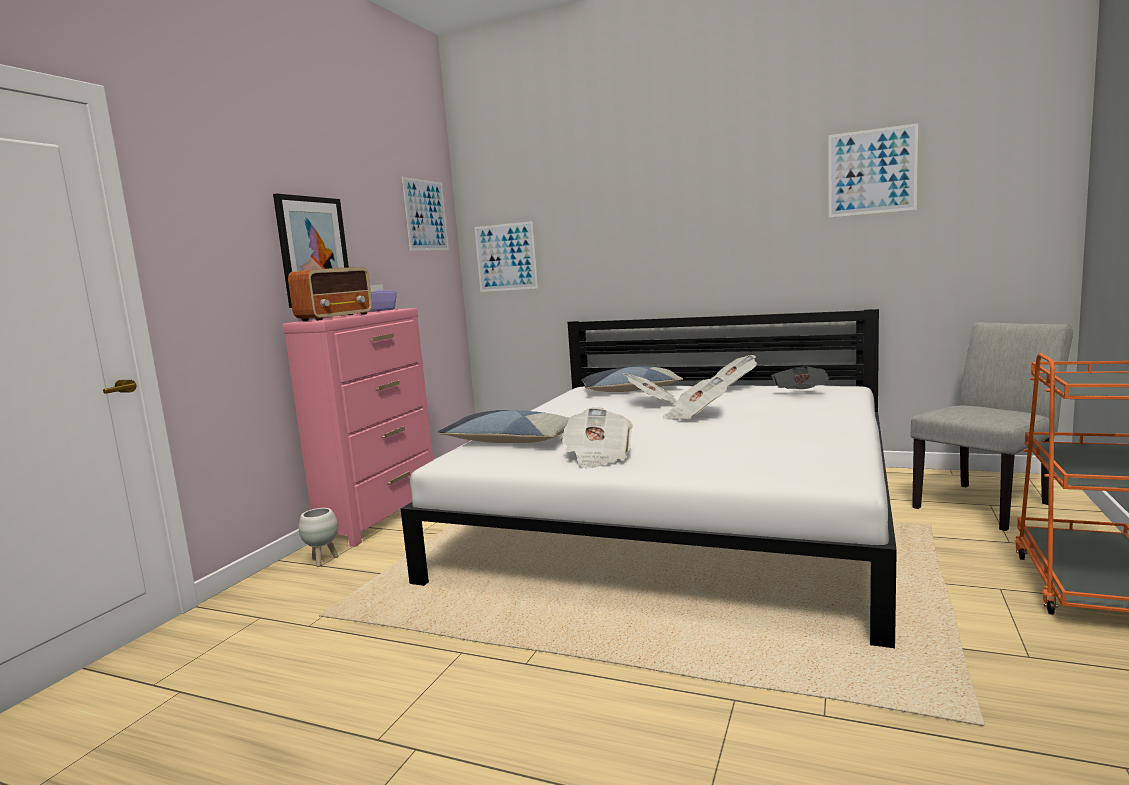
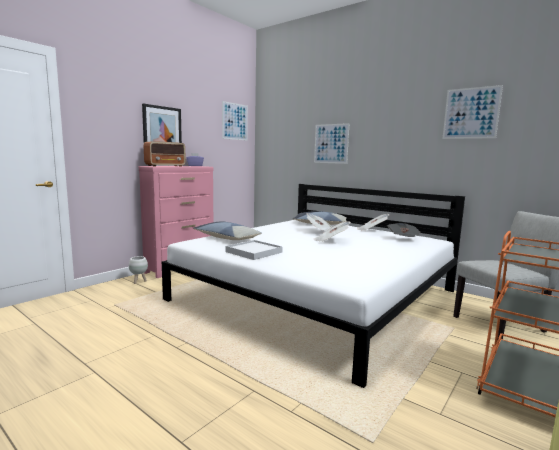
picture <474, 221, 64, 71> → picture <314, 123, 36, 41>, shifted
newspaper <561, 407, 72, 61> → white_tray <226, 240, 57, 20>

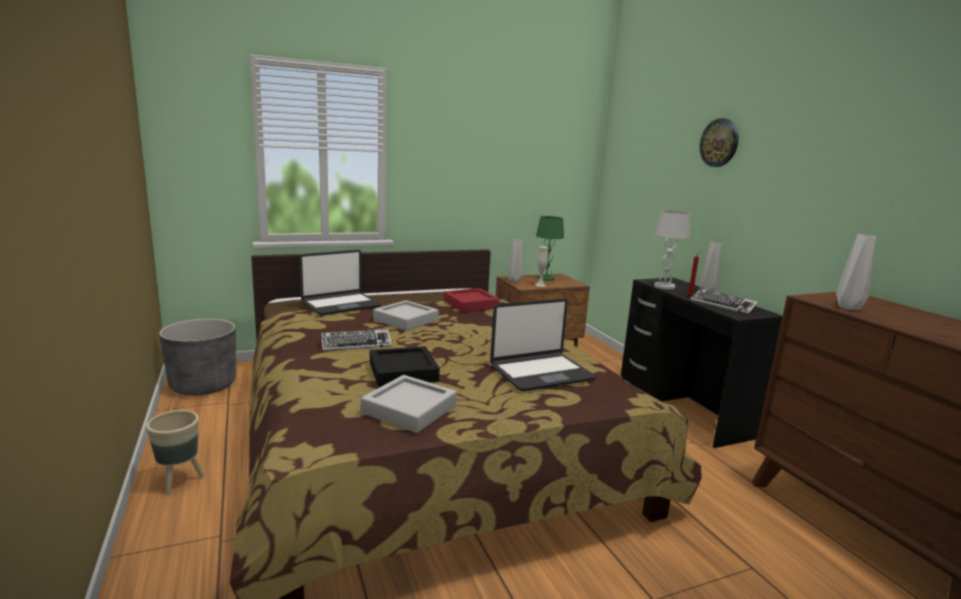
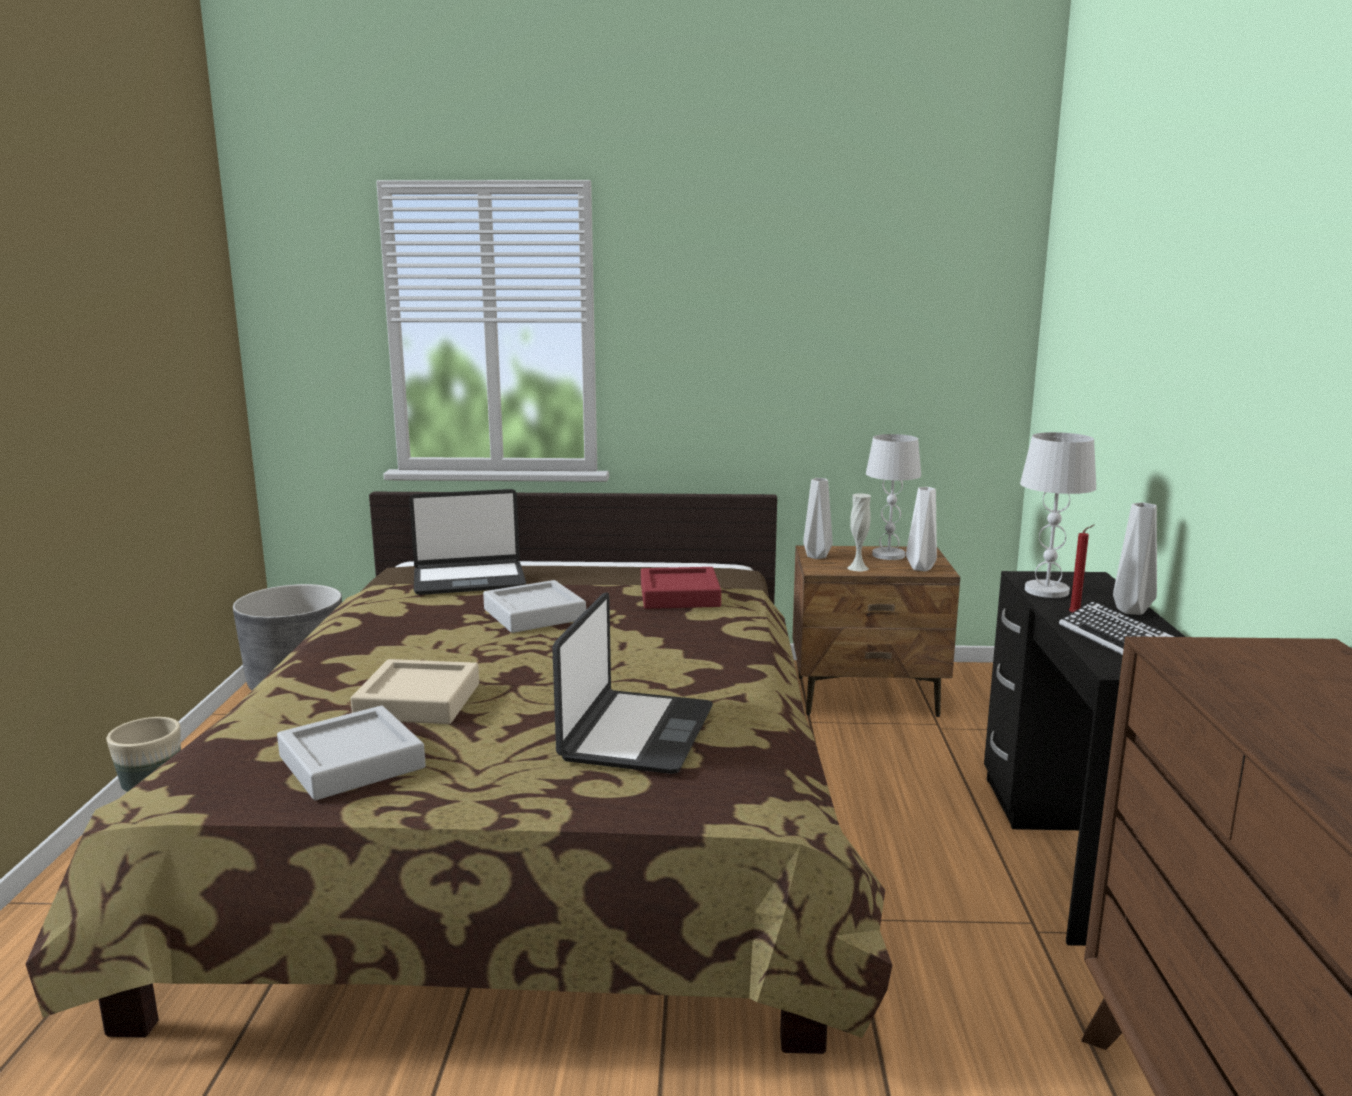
keyboard <321, 329, 71, 22> → -
wall_clock <700, 118, 39, 49> → -
white_vase <836, 234, 40, 76> → white_vase <906, 487, 31, 84>, shifted
black_tray <370, 346, 70, 41> → beige_tray <351, 659, 128, 65>
green_table_lamp <536, 216, 28, 65> → white_table_lamp <866, 434, 55, 126>
laptop <490, 298, 106, 93> → laptop <552, 592, 161, 182>, 75 degrees counterclockwise

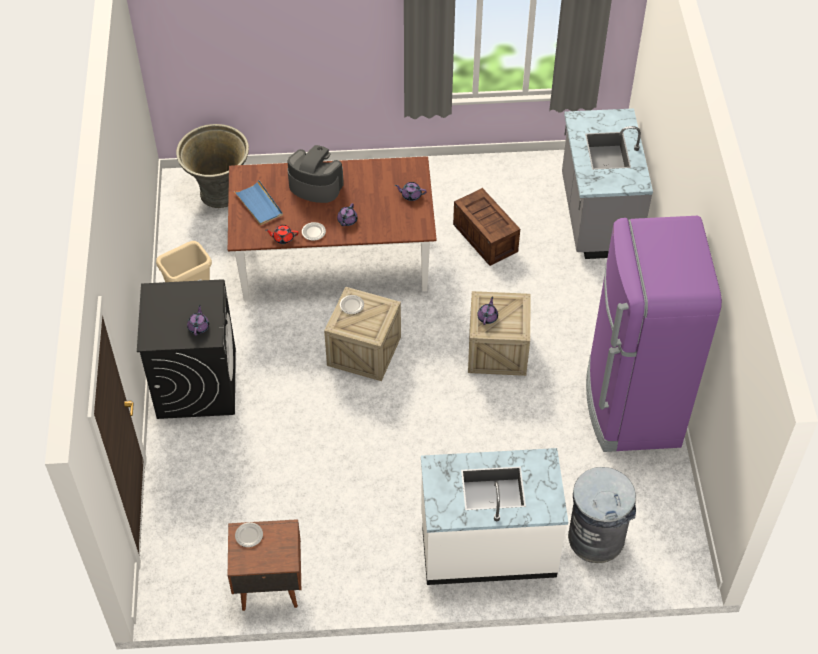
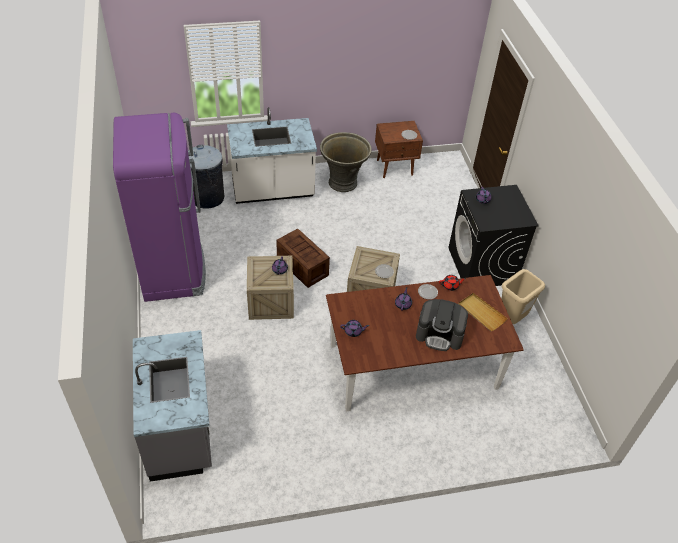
grey_planter <176, 124, 73, 84> → grey_planter <320, 132, 52, 60>, shifted
crate <453, 188, 67, 78> → crate <276, 229, 54, 59>, shifted
blue_tray <235, 180, 48, 45> → beige_tray <458, 293, 50, 38>

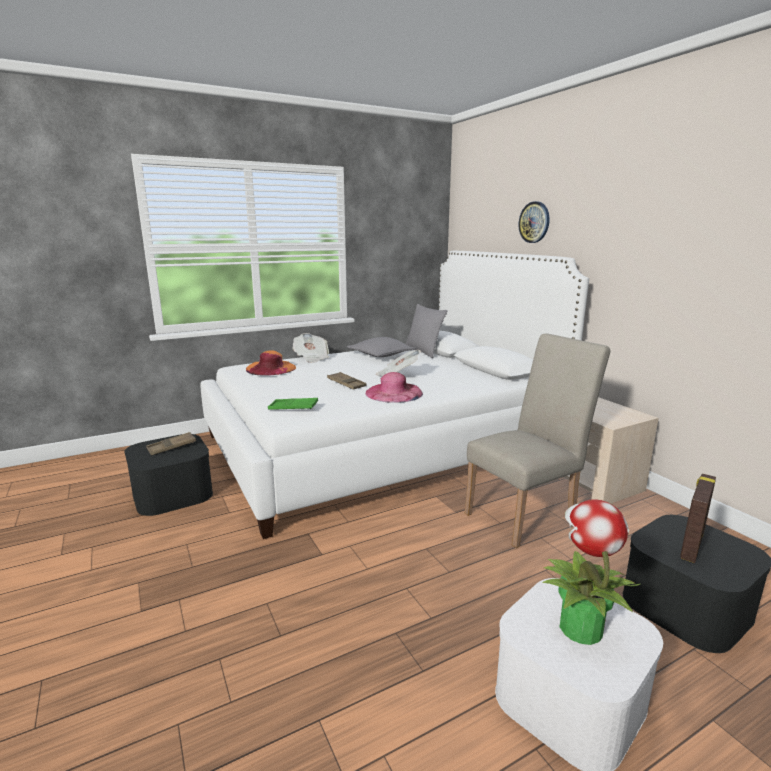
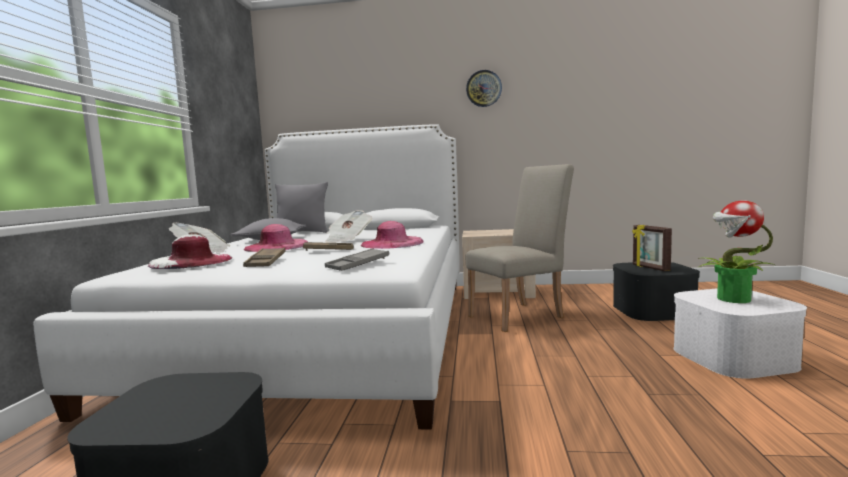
- → pink_hat <243, 224, 65, 28>
brown_tray <146, 432, 50, 23> → brown_tray <243, 248, 42, 19>, shifted
wall_clock <519, 201, 30, 42> → wall_clock <466, 70, 36, 37>, shifted
orange_hat <246, 350, 50, 25> → white_hat <148, 234, 85, 35>
green_tray <268, 398, 50, 12> → grey_tray <325, 248, 64, 23>
beige_chair <465, 333, 145, 215> → beige_chair <466, 164, 108, 168>, 60 degrees clockwise

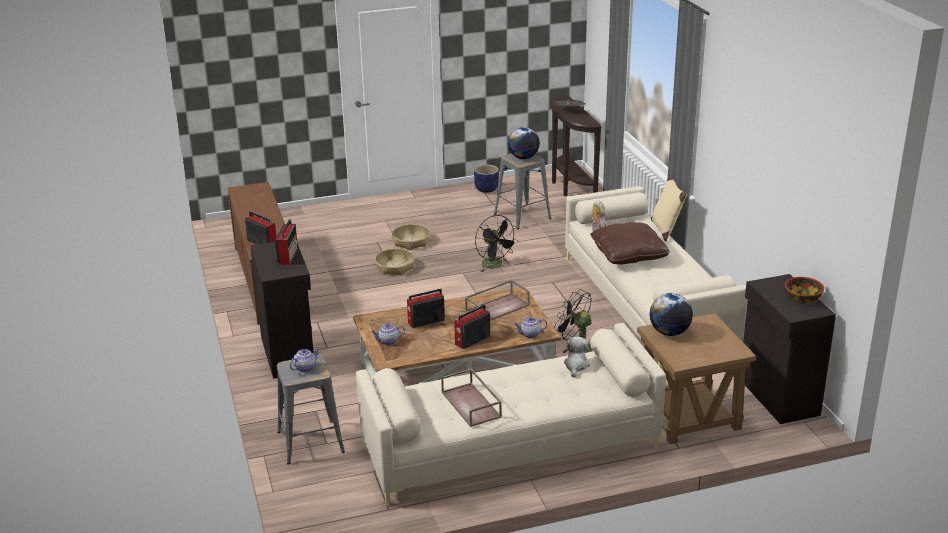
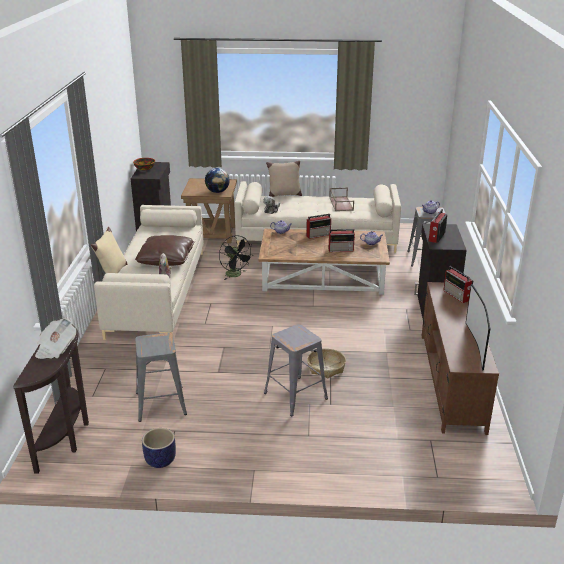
brown_tray <465, 280, 65, 40> → -
black_fan <475, 215, 43, 57> → -
globe <508, 127, 32, 32> → -
- → beige_pillow <266, 161, 36, 36>
- → television <466, 284, 24, 87>
basket <392, 224, 38, 26> → grey_stool <264, 324, 64, 93>

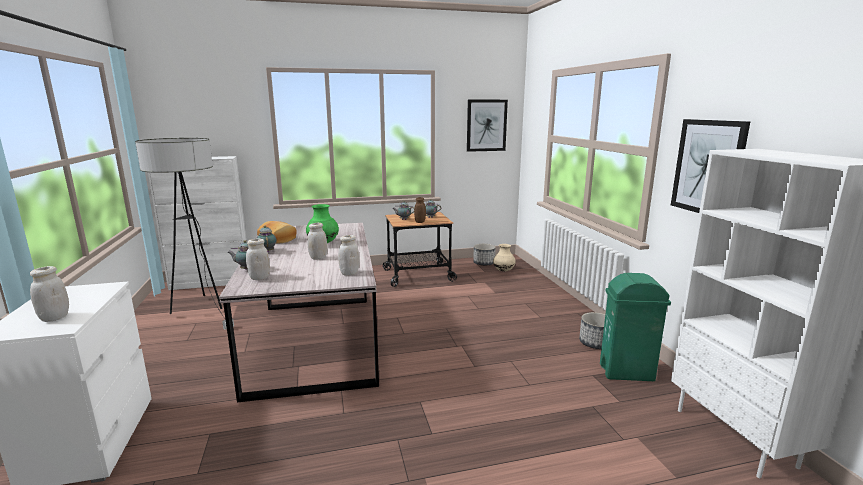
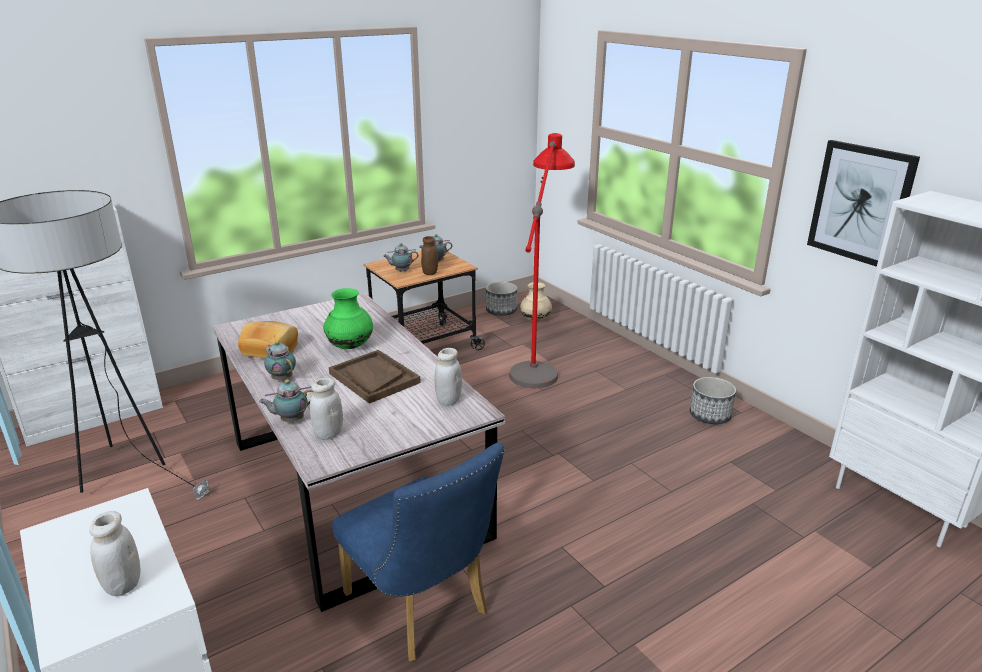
picture <467, 100, 41, 52> → -
green_trash_can <600, 273, 71, 108> → -
- → blue_chair <332, 443, 173, 218>
- → red_floor_lamp <509, 133, 66, 255>
white_jar <307, 223, 20, 37> → brown_tray <329, 350, 92, 54>

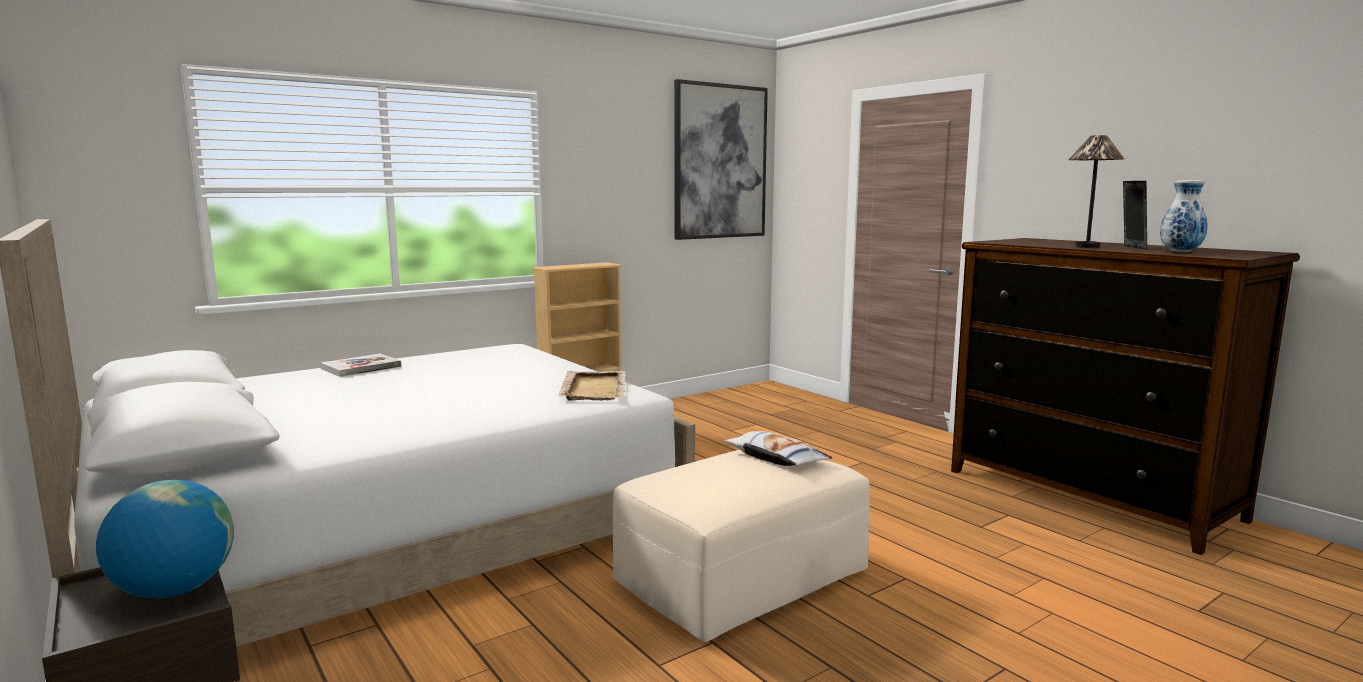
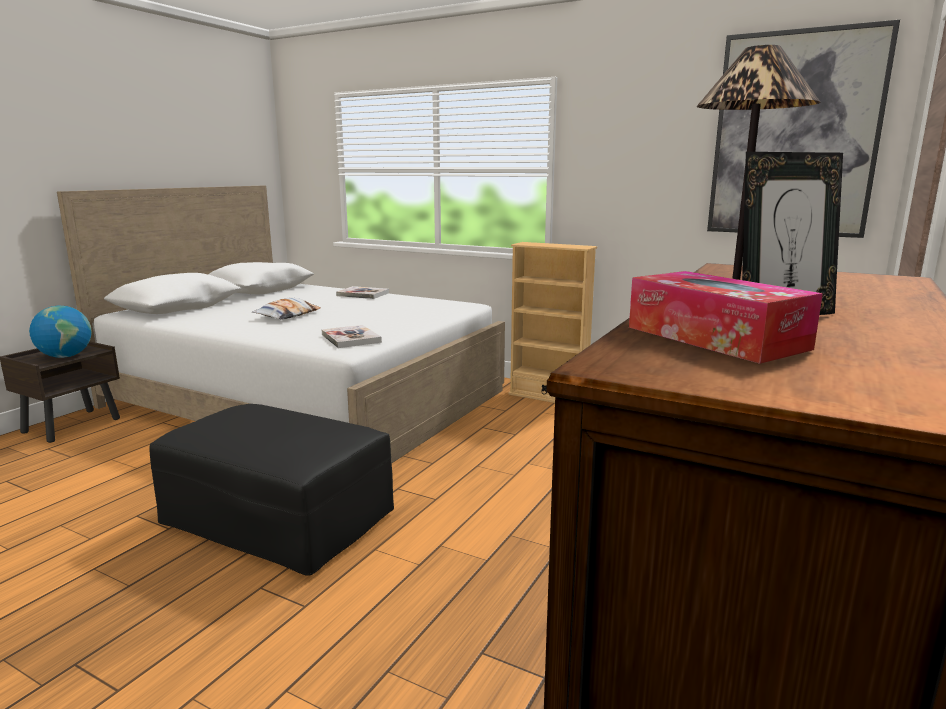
pillow <724, 431, 108, 35> → pillow <252, 298, 69, 22>, shifted
beige_tray <558, 371, 68, 30> → book <322, 325, 60, 23>
vase <1160, 180, 48, 72> → tissue_box <629, 271, 194, 93>
beige_ottoman <612, 450, 258, 192> → black_ottoman <150, 404, 244, 172>

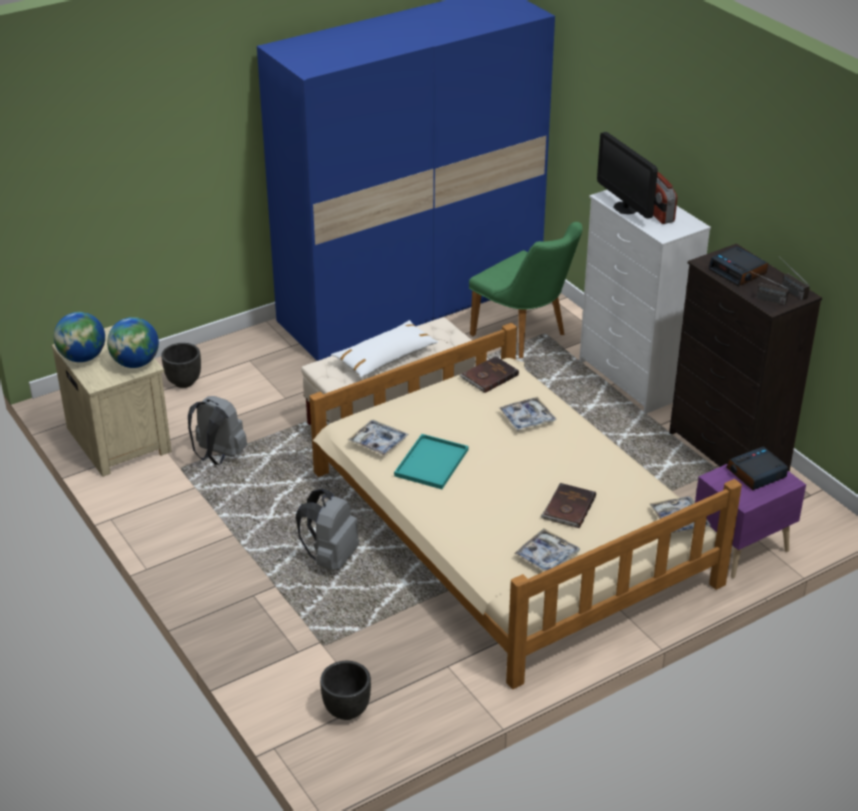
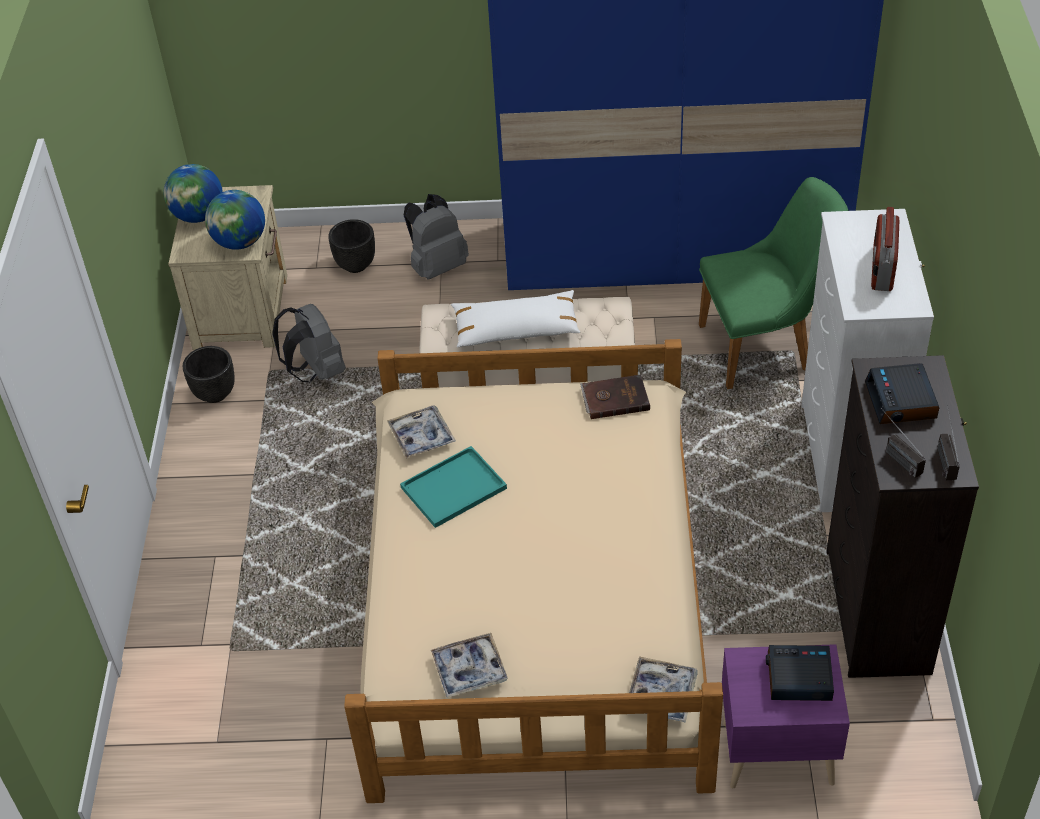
tray <500, 397, 56, 34> → -
brown_book <540, 483, 56, 46> → -
monitor <597, 132, 61, 87> → -
grey_backpack <296, 488, 63, 83> → grey_backpack <404, 194, 65, 86>, shifted
black_planter <320, 661, 51, 59> → black_planter <182, 346, 53, 57>, shifted
green_chair <469, 222, 113, 136> → green_chair <699, 177, 150, 212>, 90 degrees counterclockwise

